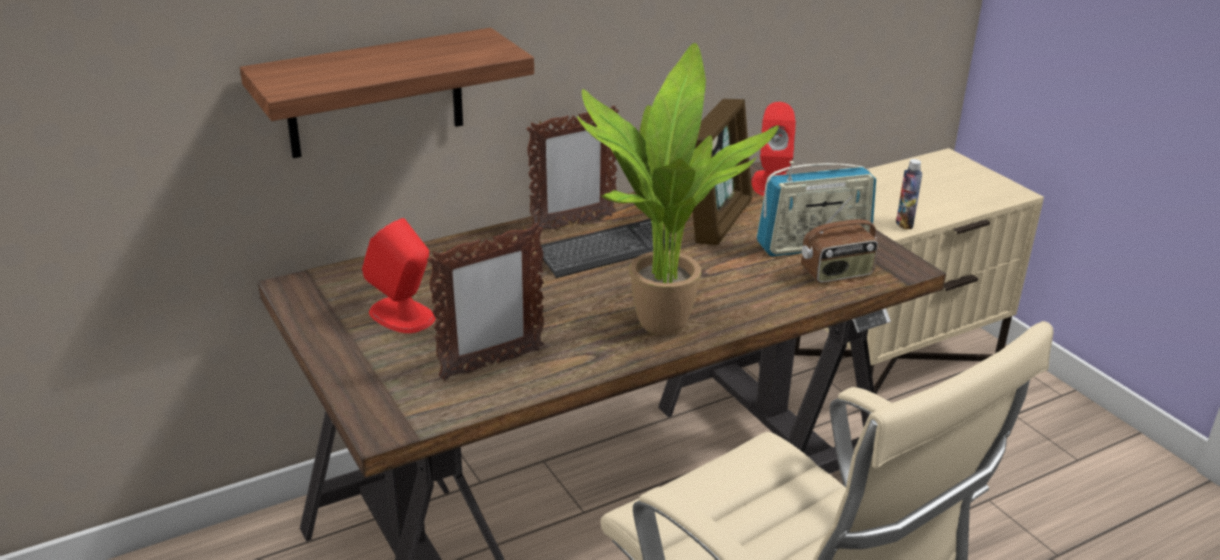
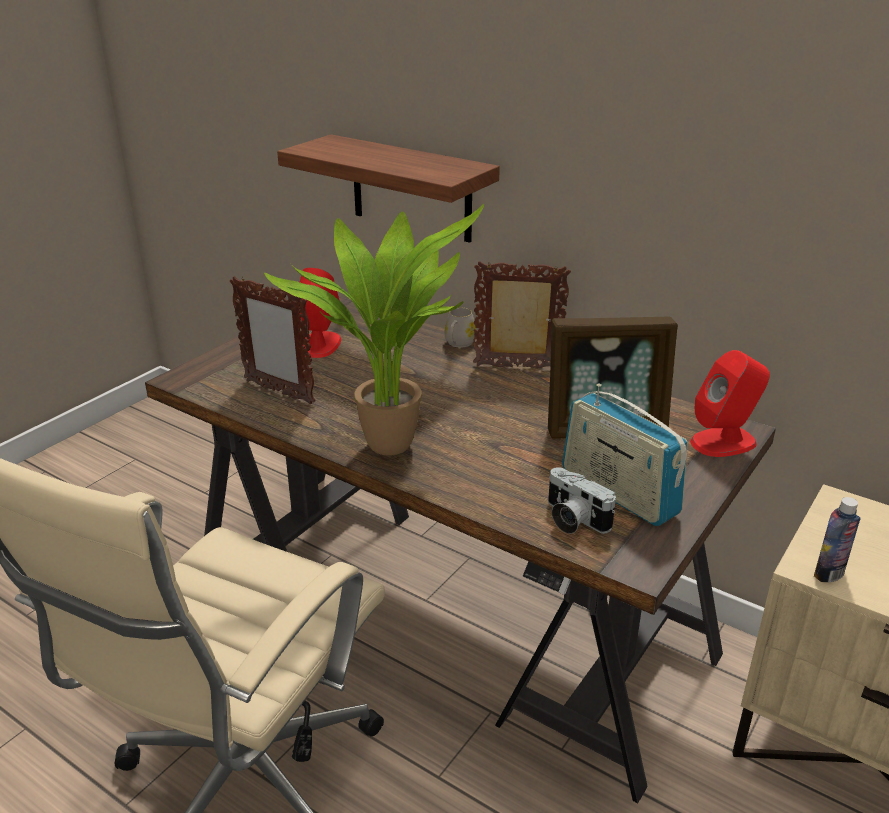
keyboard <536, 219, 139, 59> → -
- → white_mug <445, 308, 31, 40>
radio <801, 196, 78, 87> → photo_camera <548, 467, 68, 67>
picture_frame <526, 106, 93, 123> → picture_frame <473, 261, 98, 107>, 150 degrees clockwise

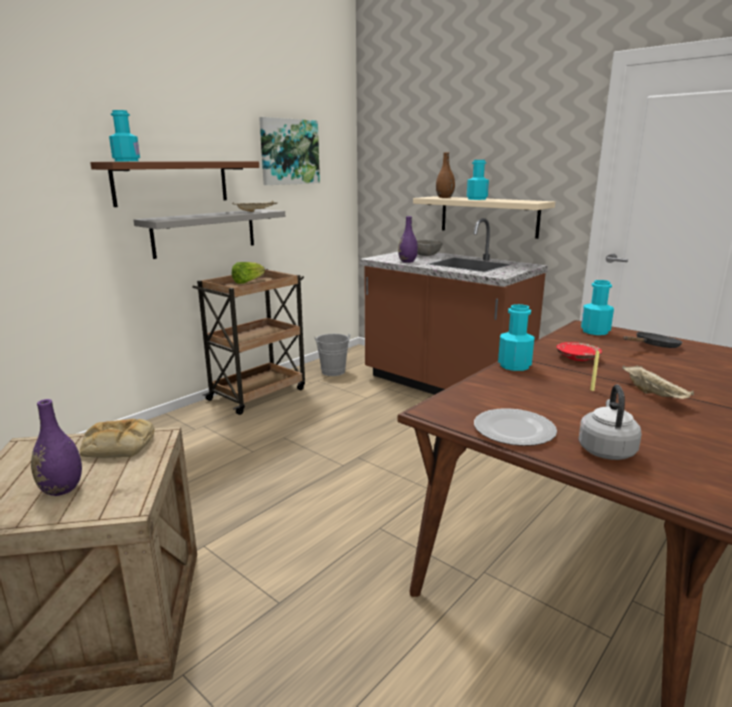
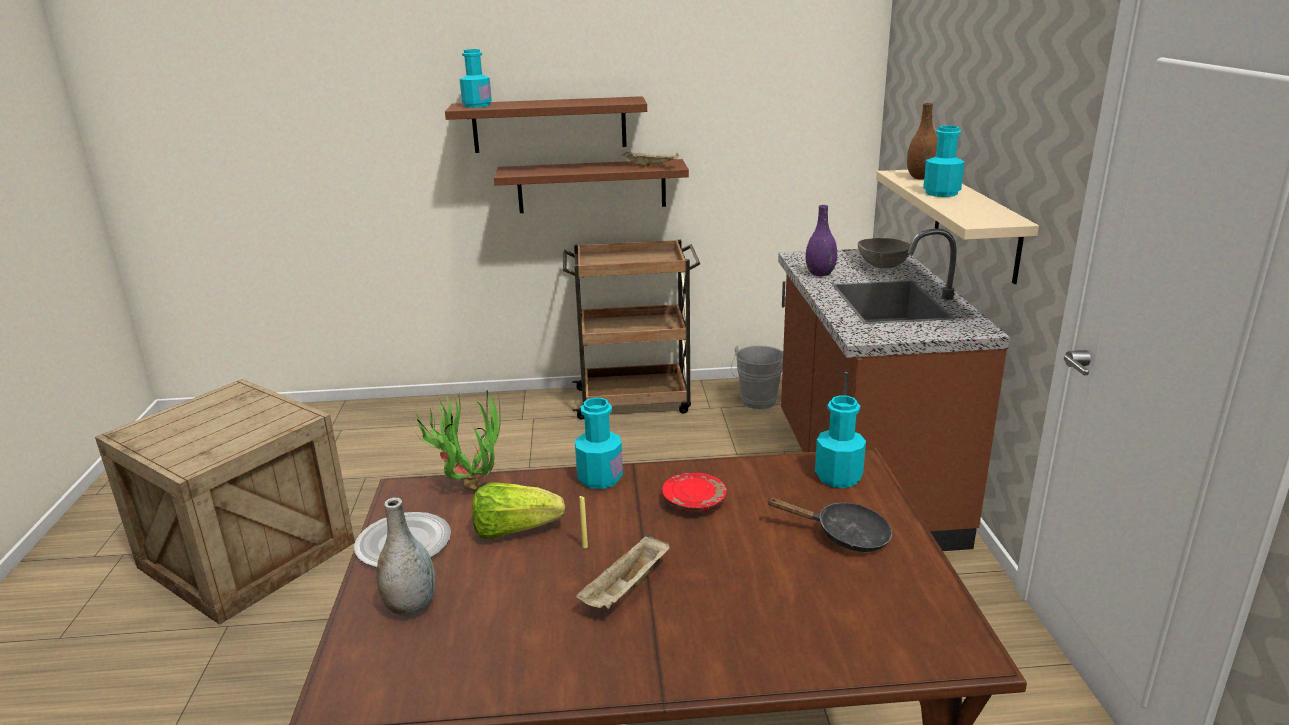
purple_vase <31, 399, 51, 97> → -
bread <80, 419, 75, 39> → -
picture <259, 117, 61, 68> → -
- → potted_plant <411, 390, 90, 102>
lettuce <232, 262, 33, 22> → lettuce <472, 483, 93, 56>, shifted
grey_kettle <578, 385, 64, 75> → grey_vase <376, 497, 60, 119>
grey_shelf <133, 209, 152, 50> → brown_shelf <494, 159, 195, 54>

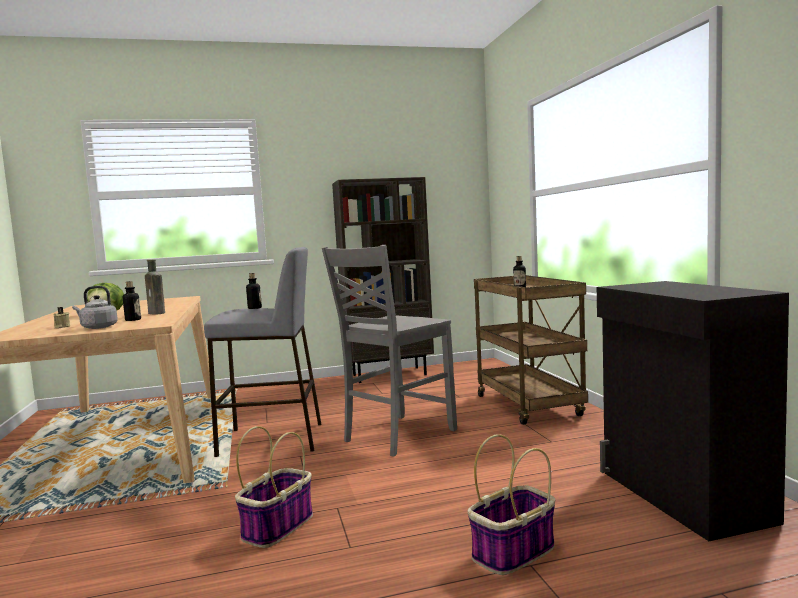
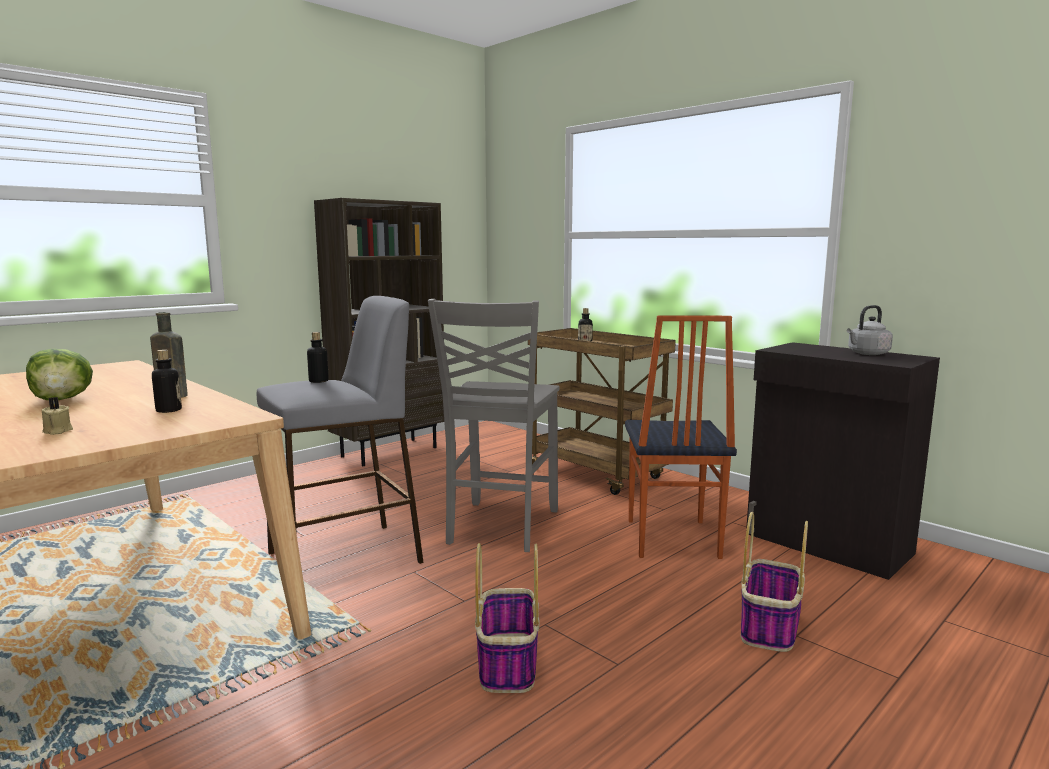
- → chair <625, 315, 112, 244>
grey_kettle <72, 286, 46, 43> → grey_kettle <847, 305, 46, 50>, shifted

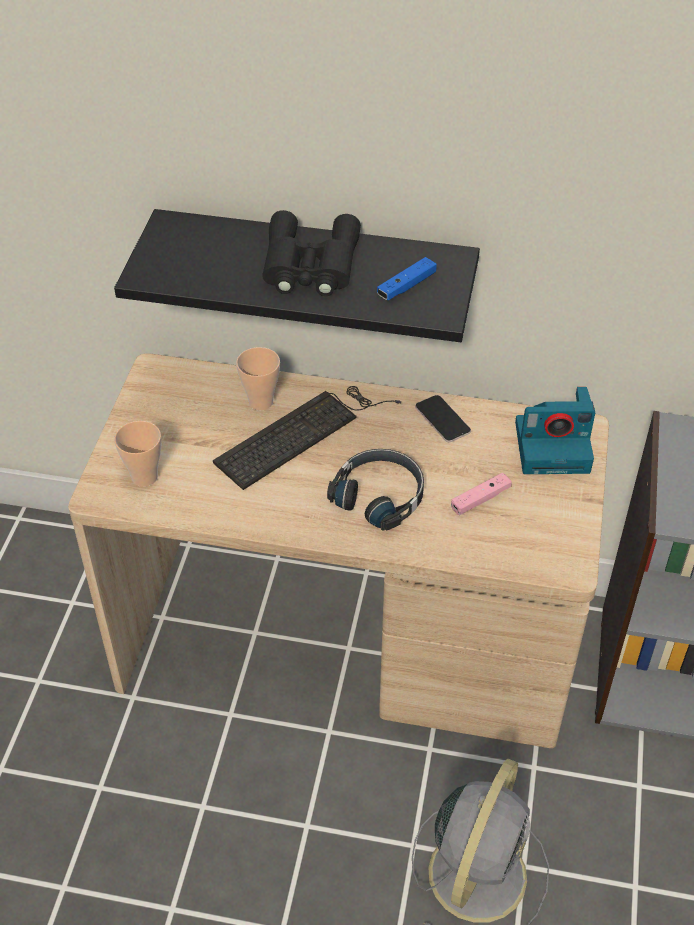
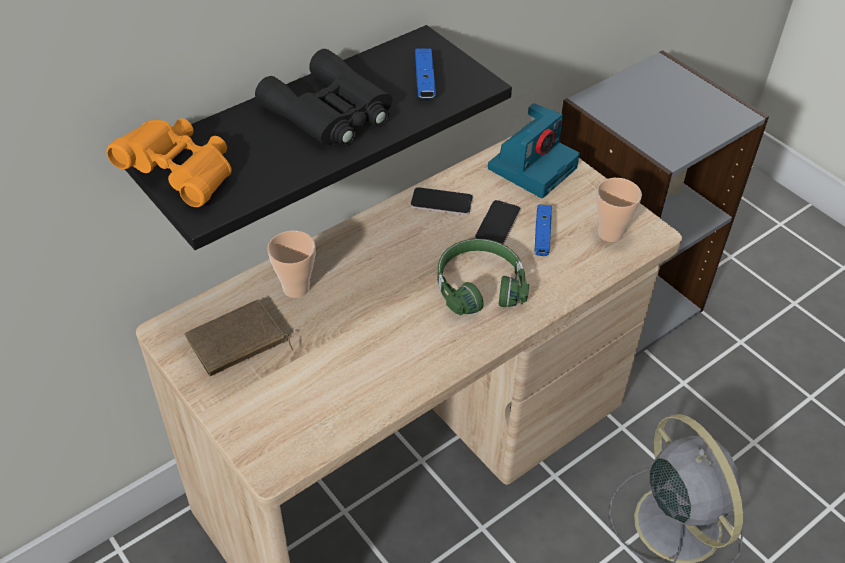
keyboard <213, 386, 188, 104> → -
- → orange_binoculars <106, 118, 126, 89>
- → brown_book <184, 300, 109, 76>
- → phone <475, 200, 46, 45>
cup <114, 421, 47, 66> → cup <596, 178, 46, 64>, shifted
black_headphones <327, 449, 97, 82> → green_headphones <437, 239, 92, 76>
pink_game_controller <451, 473, 61, 42> → blue_game_controller <534, 204, 18, 52>

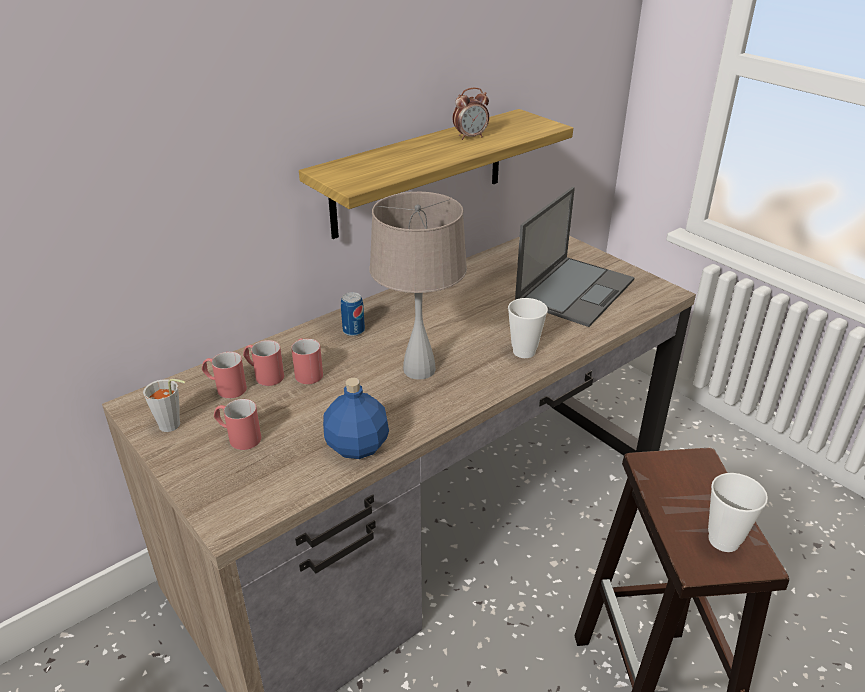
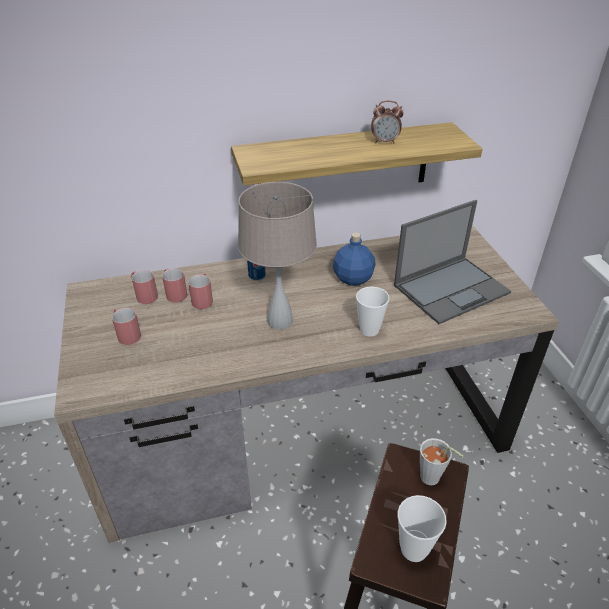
grey_cup <143, 379, 42, 53> → grey_cup <420, 438, 44, 47>, shifted
blue_bottle <323, 378, 66, 81> → blue_bottle <333, 233, 42, 53>, shifted

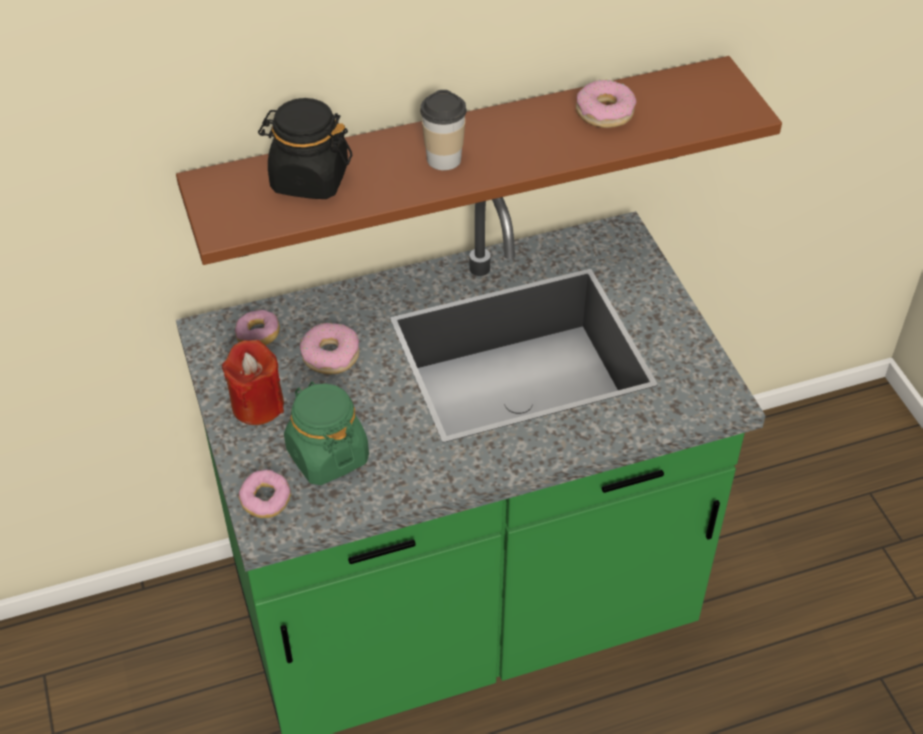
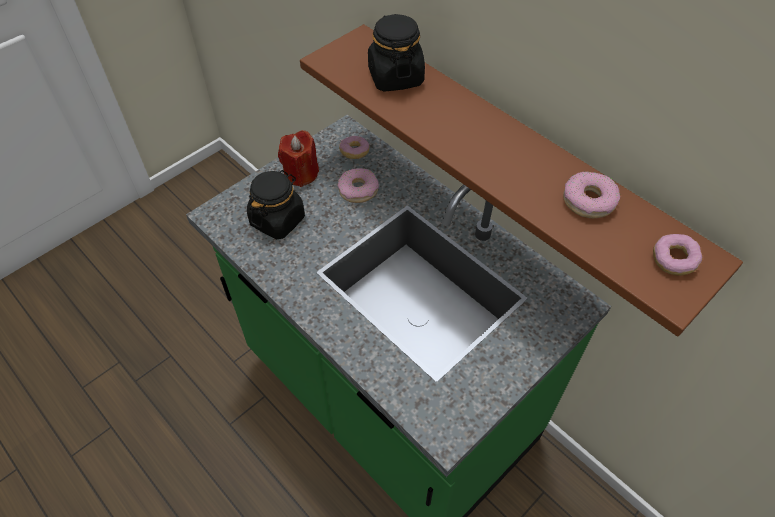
cup <420, 90, 46, 80> → -
donut <239, 470, 52, 48> → donut <653, 234, 49, 42>, shifted
green_jar <284, 381, 85, 104> → black_jar <247, 170, 58, 69>

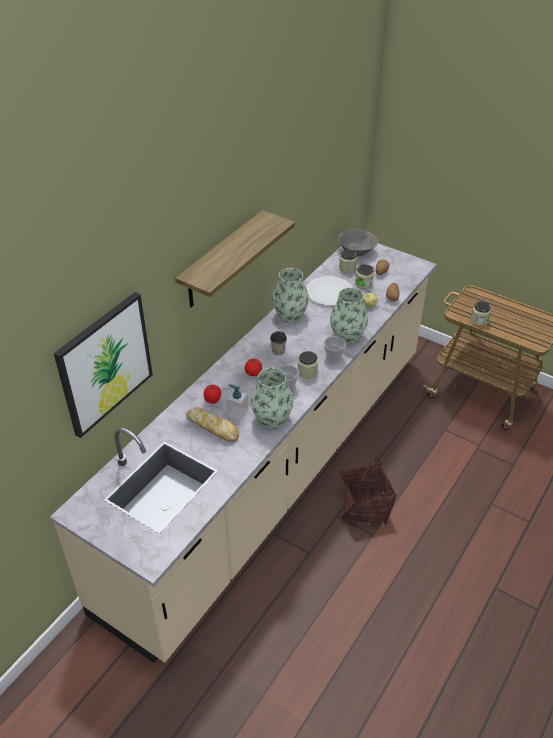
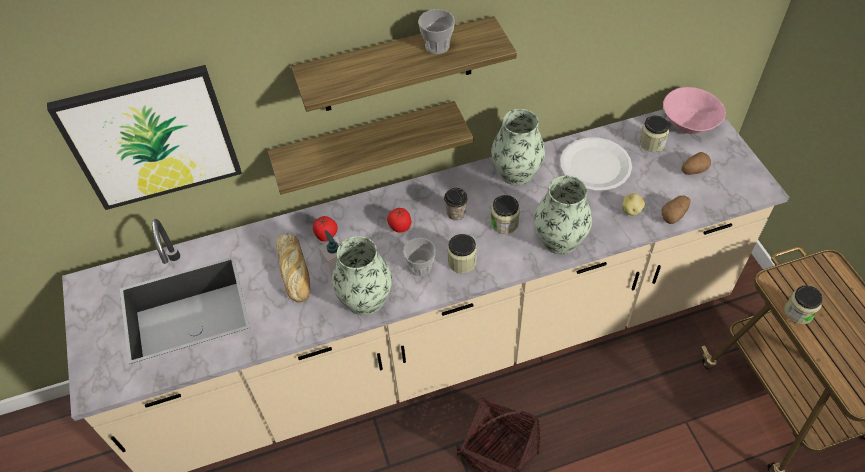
- → shelf <267, 101, 206, 94>
cup <324, 336, 22, 27> → cup <418, 9, 37, 45>, shifted
jar <355, 264, 19, 25> → jar <491, 195, 29, 39>, shifted
grey_bowl <338, 229, 40, 27> → pink_bowl <663, 87, 63, 47>

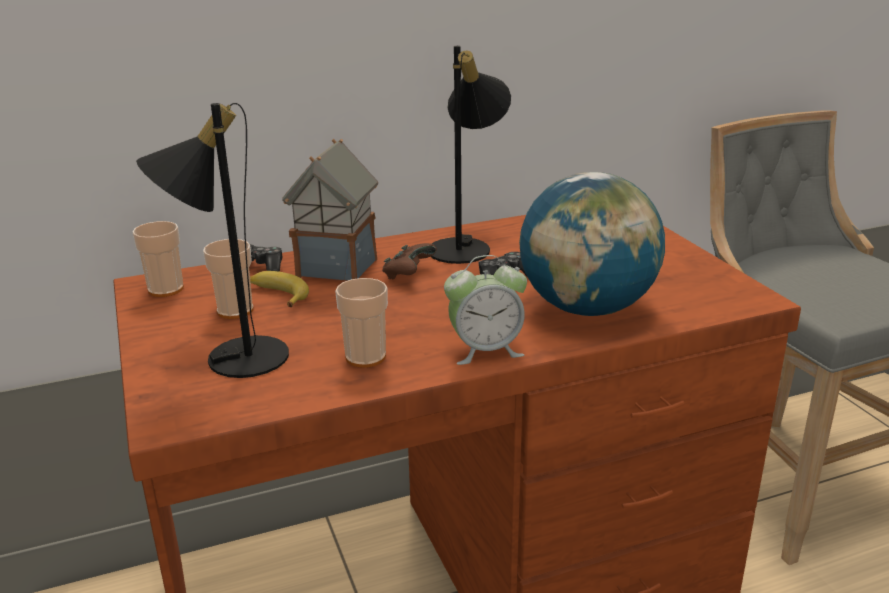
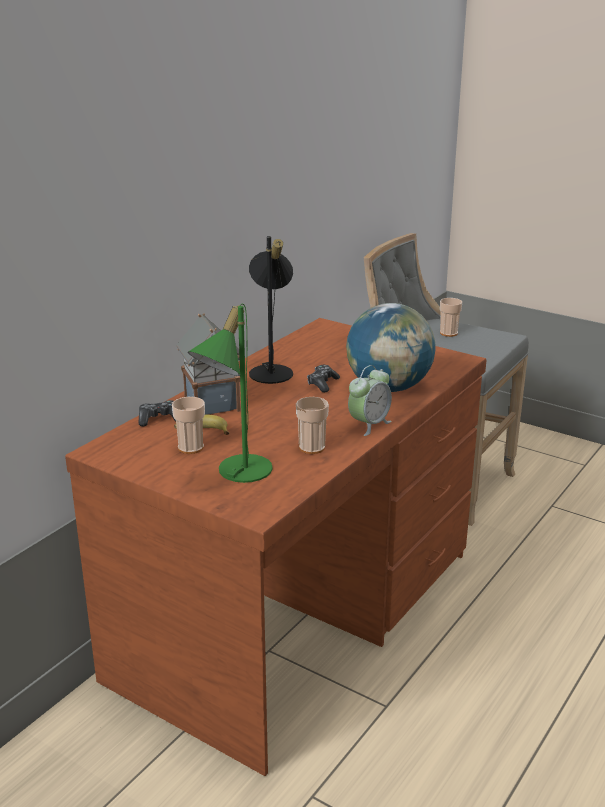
brown_game_controller <382, 243, 55, 37> → -
cup <132, 221, 52, 76> → cup <440, 298, 22, 39>, shifted
black_table_lamp <136, 103, 153, 275> → green_table_lamp <188, 304, 85, 179>

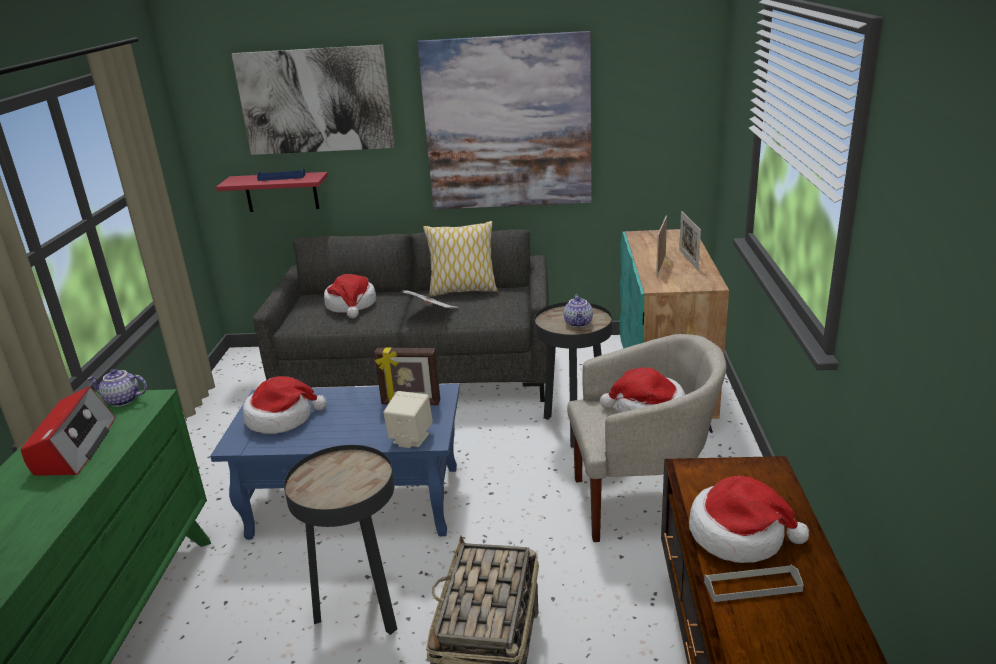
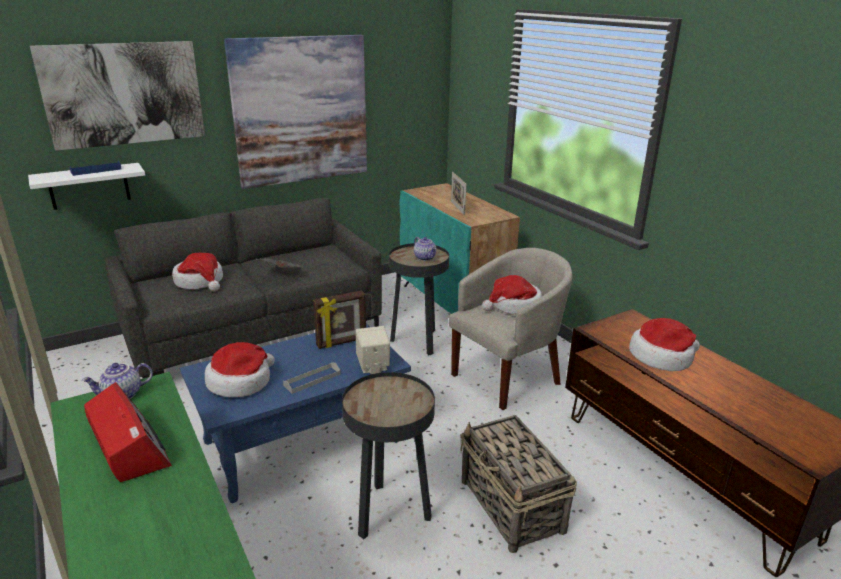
pillow <423, 221, 75, 75> → -
picture_frame <679, 211, 22, 60> → -
grey_tray <704, 565, 100, 37> → grey_tray <283, 362, 58, 32>, shifted
red_shelf <216, 172, 112, 40> → white_shelf <28, 163, 117, 47>

